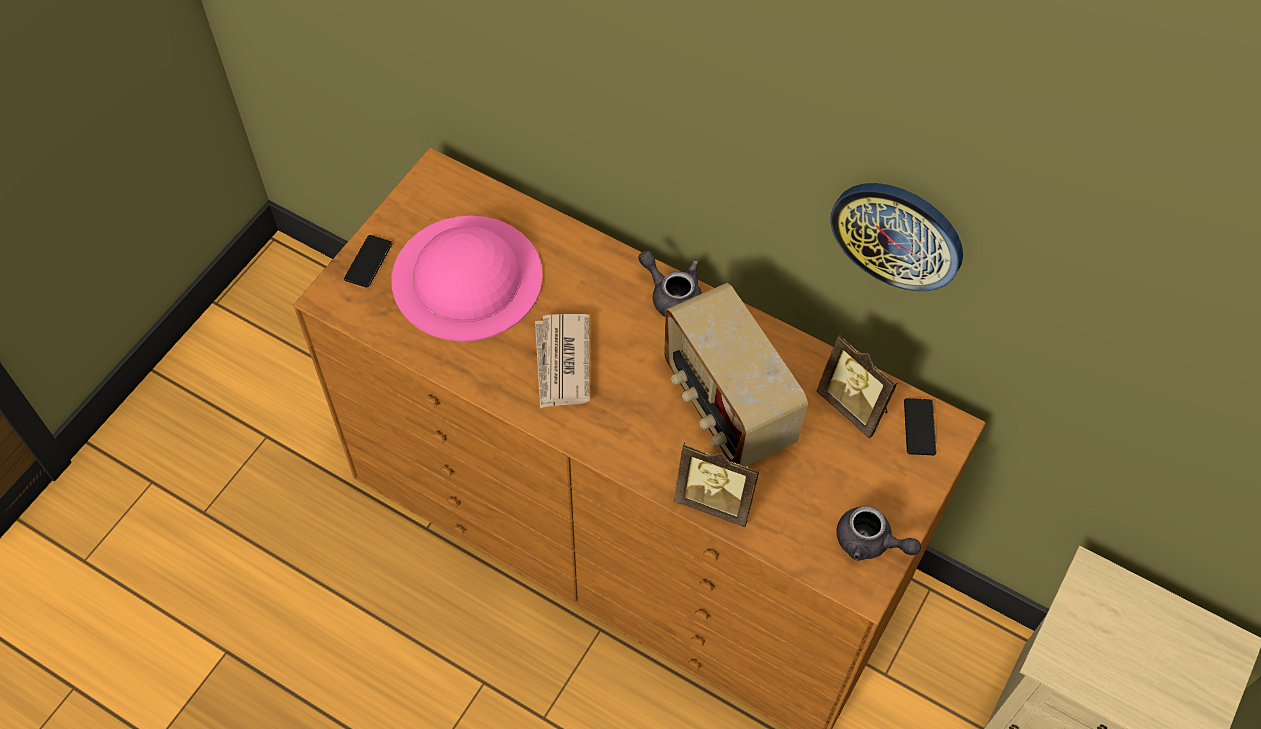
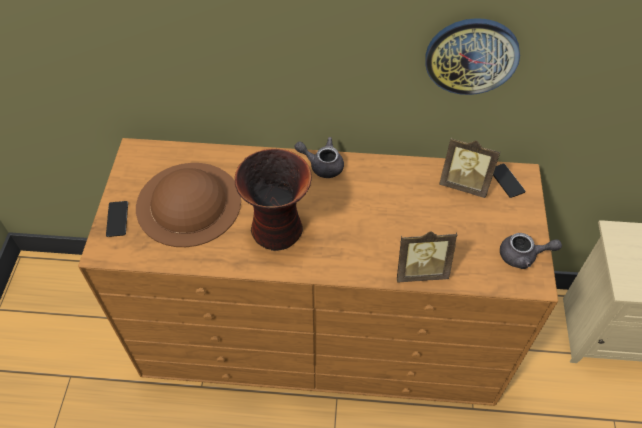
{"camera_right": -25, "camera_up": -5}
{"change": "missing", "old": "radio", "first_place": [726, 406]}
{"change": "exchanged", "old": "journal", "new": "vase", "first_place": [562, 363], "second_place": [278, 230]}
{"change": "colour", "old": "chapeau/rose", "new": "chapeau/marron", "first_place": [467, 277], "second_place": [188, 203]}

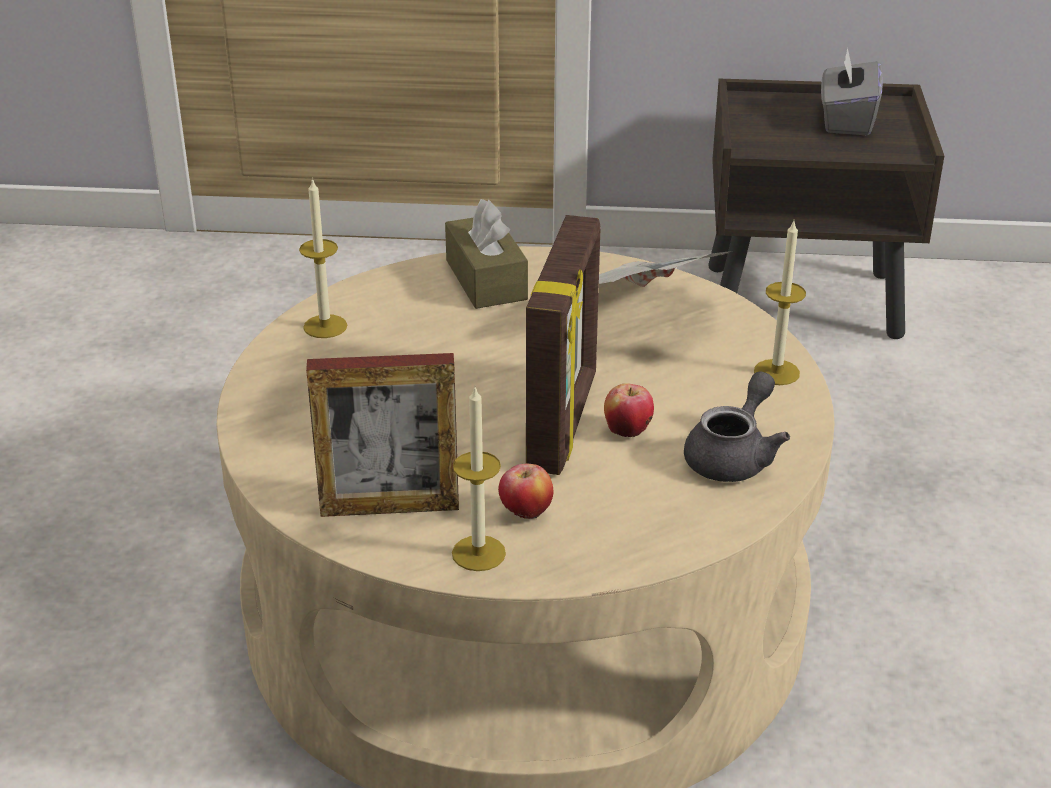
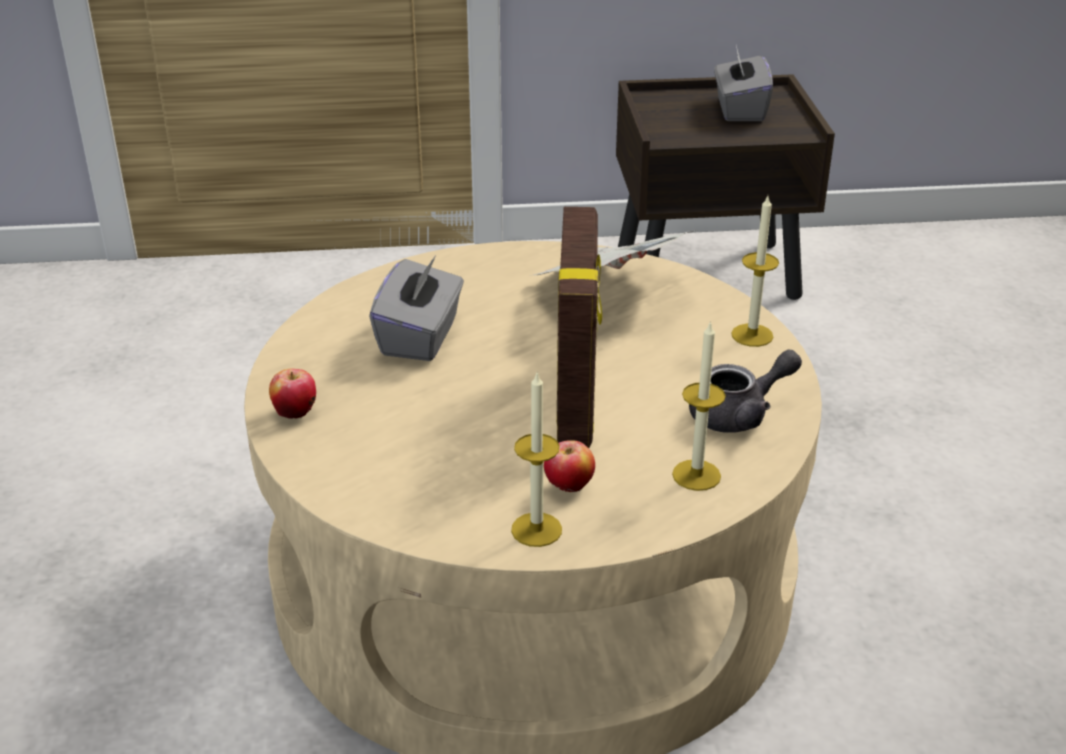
{"camera_right": -10, "camera_up": 0}
{"change": "missing", "old": "cadre photo", "first_place": [389, 507]}
{"change": "missing", "old": "boîte à mouchoirs/marron", "first_place": [486, 280]}
{"change": "appeared", "new": "boîte à mouchoirs/gris", "second_place": [420, 337]}
{"change": "relocated", "old": "bougie", "first_place": [325, 326], "second_place": [696, 475]}
{"change": "relocated", "old": "pomme", "first_place": [627, 431], "second_place": [295, 413]}
{"change": "spun", "old": "théière/gris", "first_place": [734, 456], "second_place": [739, 414], "degrees": 45}

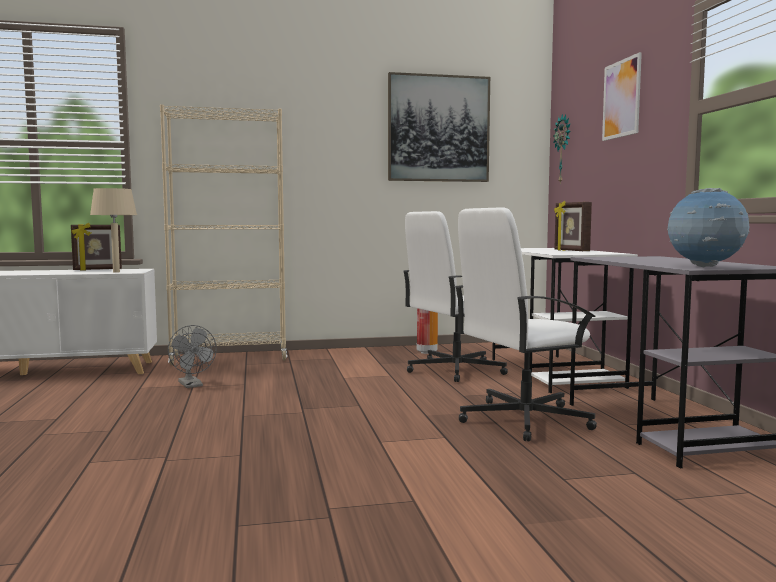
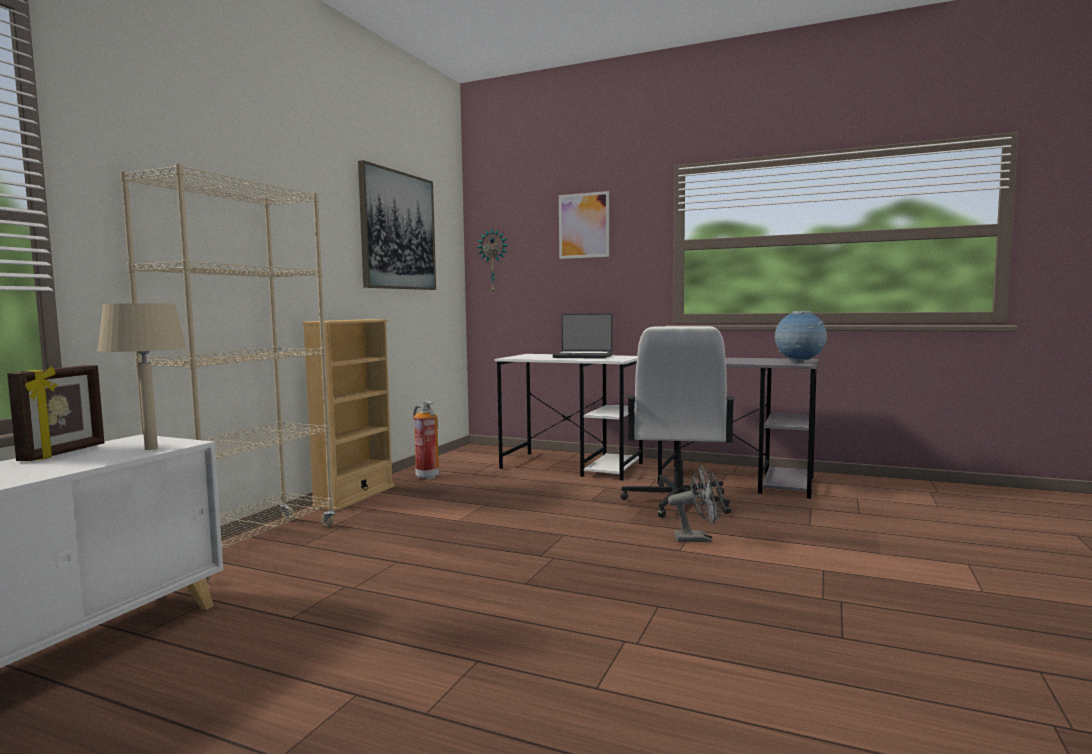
{"camera_right": -55, "camera_up": 0}
{"change": "missing", "old": "chaise de bureau/blanc", "first_place": [454, 370]}
{"change": "appeared", "new": "bibliothèque/beige", "second_place": [355, 496]}
{"change": "relocated", "old": "ventilateur/gris", "first_place": [192, 385], "second_place": [698, 539]}
{"change": "exchanged", "old": "cadre photo", "new": "ordinateur portable", "first_place": [570, 251], "second_place": [583, 356]}

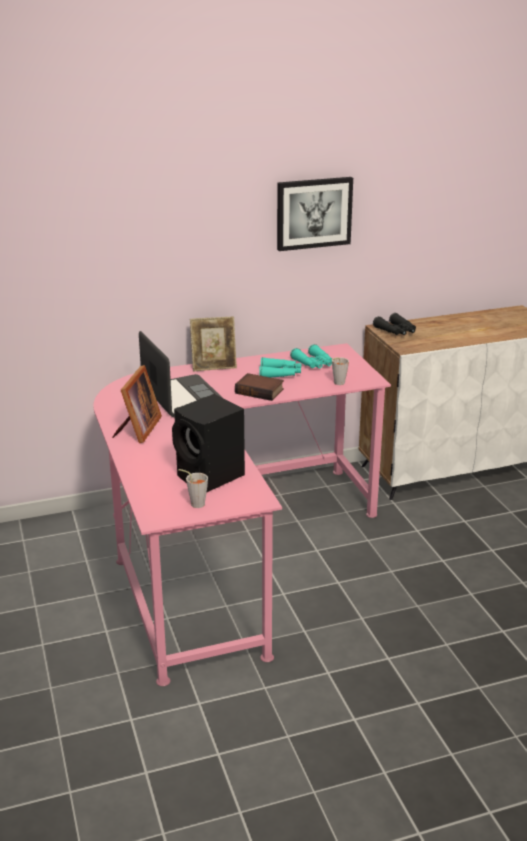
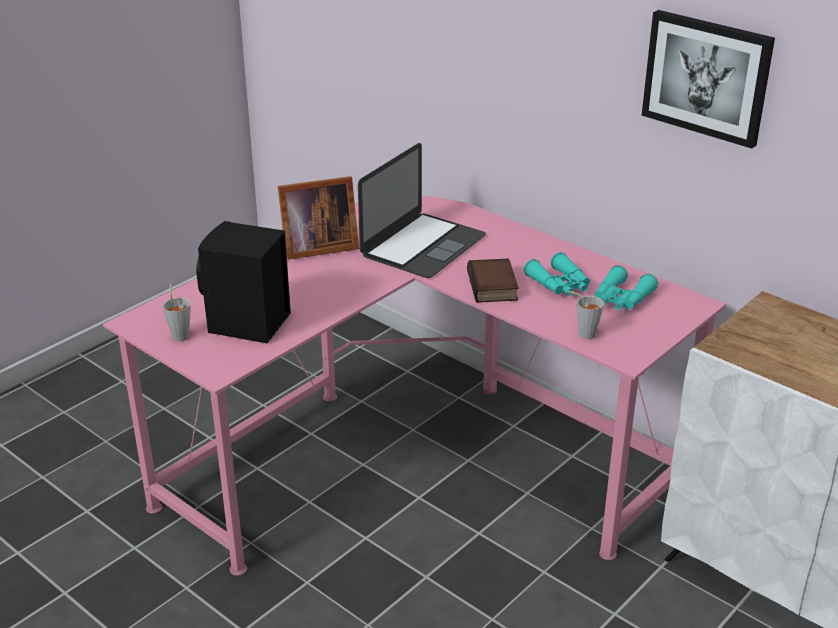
{"camera_right": 60, "camera_up": 5}
{"change": "missing", "old": "cadre photo", "first_place": [214, 366]}
{"change": "missing", "old": "jumelles/noir", "first_place": [396, 331]}

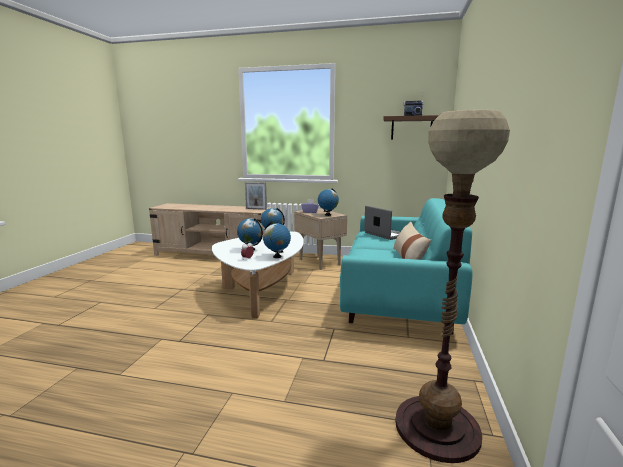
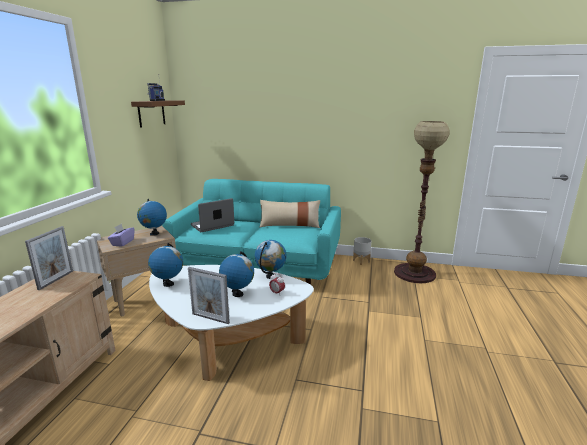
{"camera_right": -90, "camera_up": 5}
{"change": "appeared", "new": "cadre photo", "second_place": [210, 318]}
{"change": "appeared", "new": "cache-pot/gris", "second_place": [361, 261]}

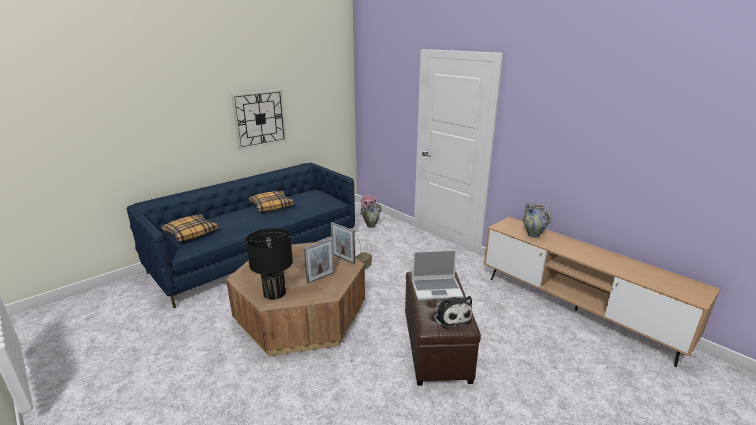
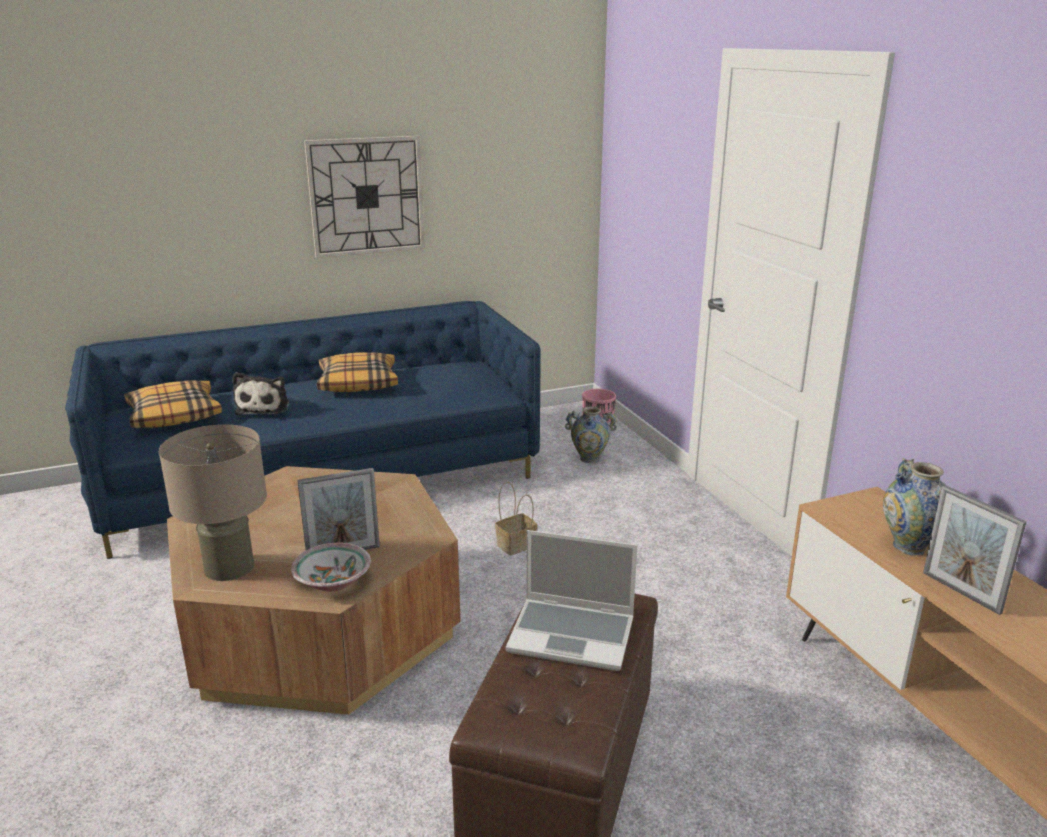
{"camera_right": 20, "camera_up": 0}
{"change": "appeared", "new": "bol", "second_place": [332, 582]}
{"change": "relocated", "old": "cadre photo", "first_place": [343, 258], "second_place": [961, 592]}
{"change": "relocated", "old": "peluche", "first_place": [451, 317], "second_place": [264, 407]}
{"change": "colour", "old": "lampe de table/noir", "new": "lampe de table/beige", "first_place": [274, 293], "second_place": [229, 567]}

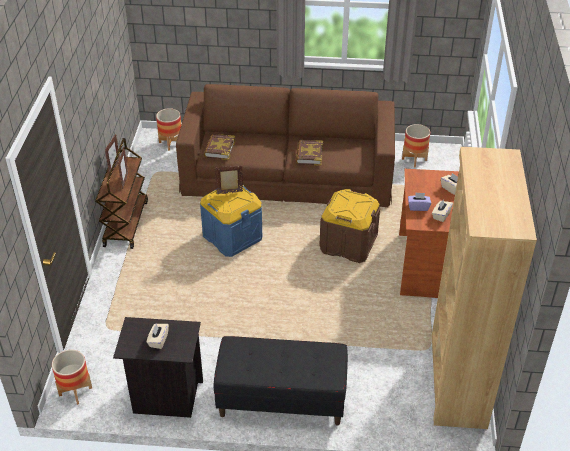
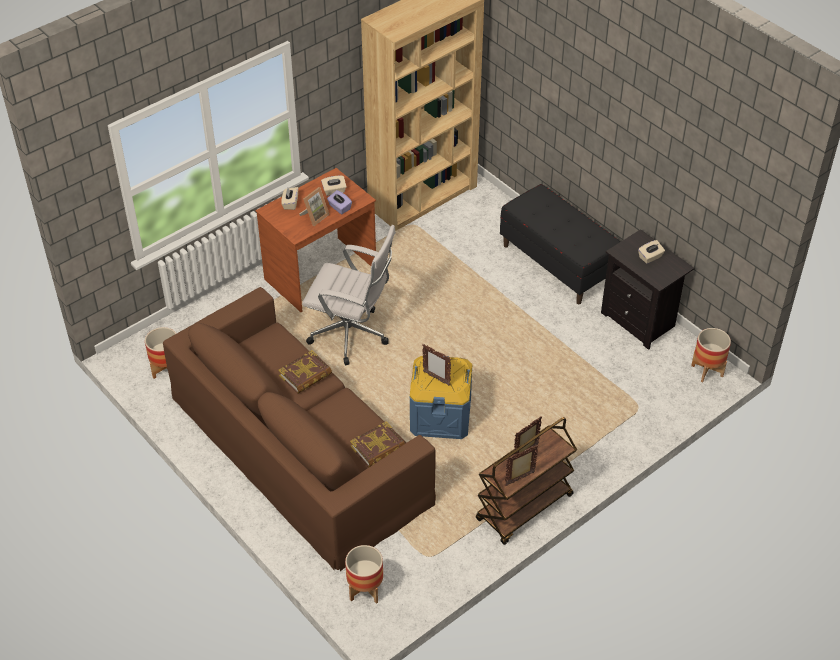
{"camera_right": -135, "camera_up": 5}
{"change": "appeared", "new": "cadre photo", "second_place": [314, 216]}
{"change": "exchanged", "old": "boîte de rangement/marron", "new": "chaise de bureau/blanc", "first_place": [348, 243], "second_place": [352, 335]}

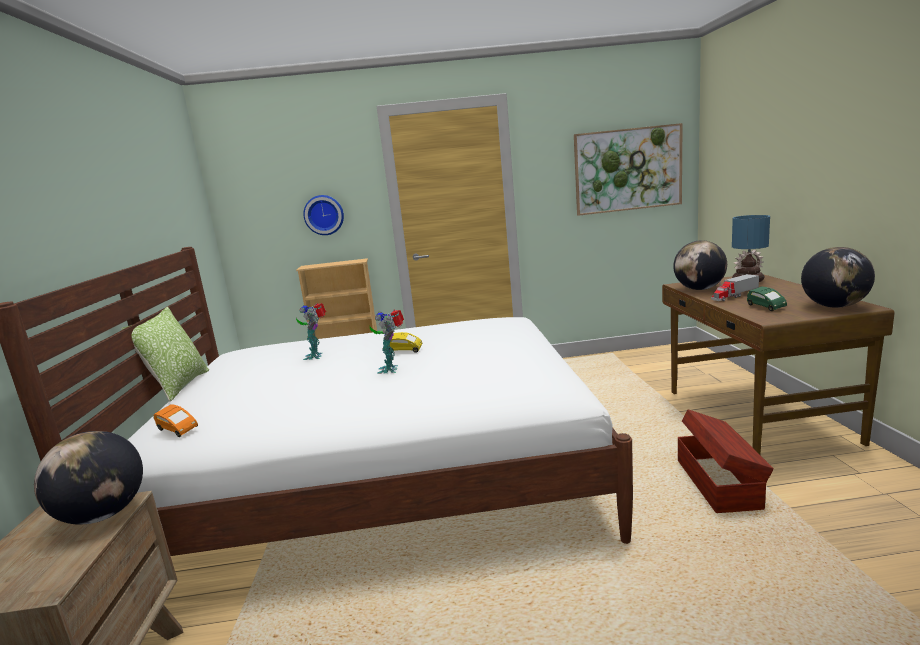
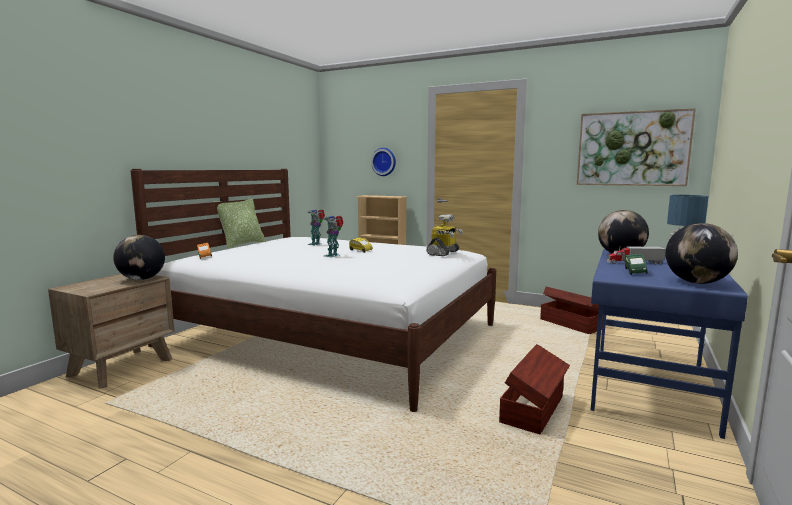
{"camera_right": 30, "camera_up": -5}
{"change": "appeared", "new": "robot jouet", "second_place": [443, 253]}
{"change": "appeared", "new": "boîte de rangement/marron", "second_place": [570, 324]}
{"change": "colour", "old": "bureau/marron", "new": "bureau/bleu", "first_place": [756, 416], "second_place": [648, 386]}

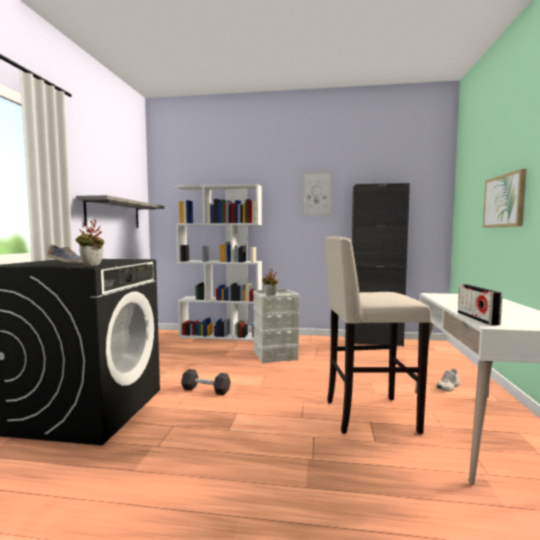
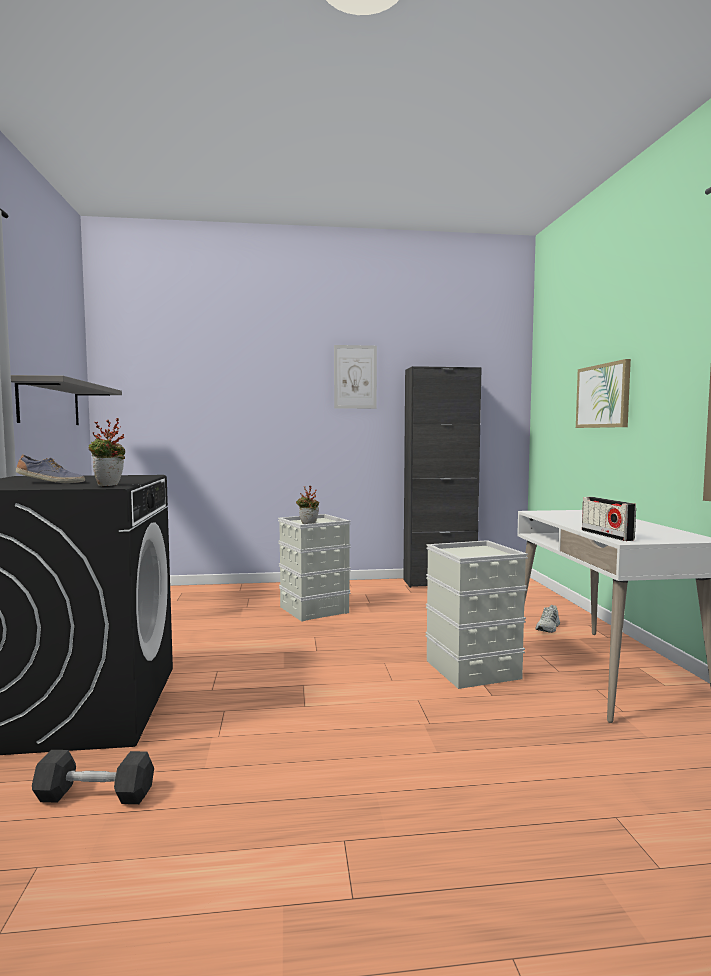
{"camera_right": -15, "camera_up": 0}
{"change": "missing", "old": "bibliothèque/blanc", "first_place": [221, 336]}
{"change": "relocated", "old": "haltère/noir", "first_place": [206, 390], "second_place": [95, 795]}
{"change": "exchanged", "old": "tabouret/beige", "new": "boîte de rangement/gris", "first_place": [368, 416], "second_place": [471, 669]}

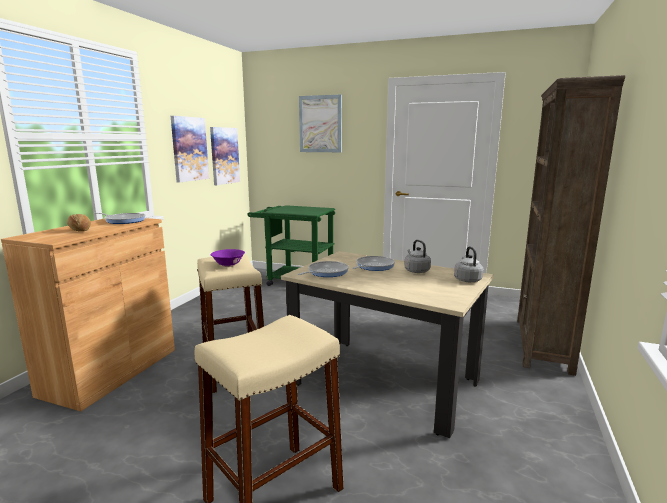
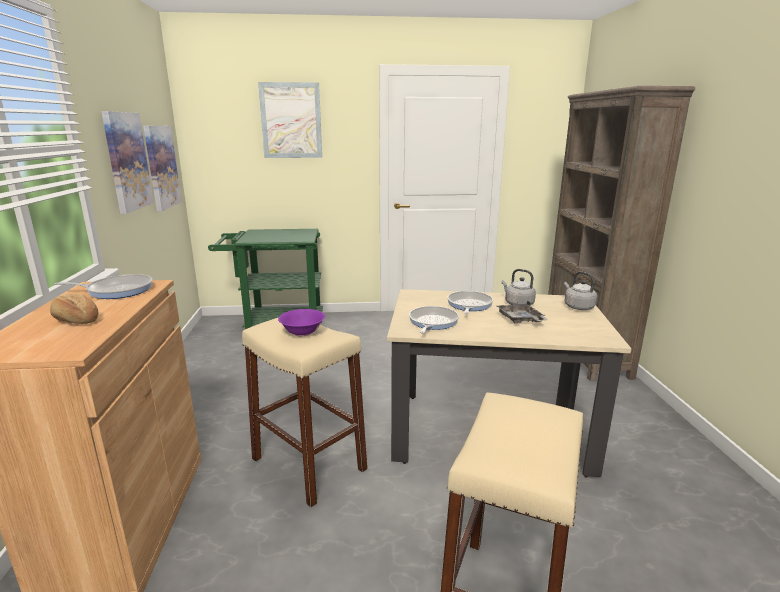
{"camera_right": -25, "camera_up": 5}
{"change": "appeared", "new": "plateau/gris", "second_place": [520, 320]}

